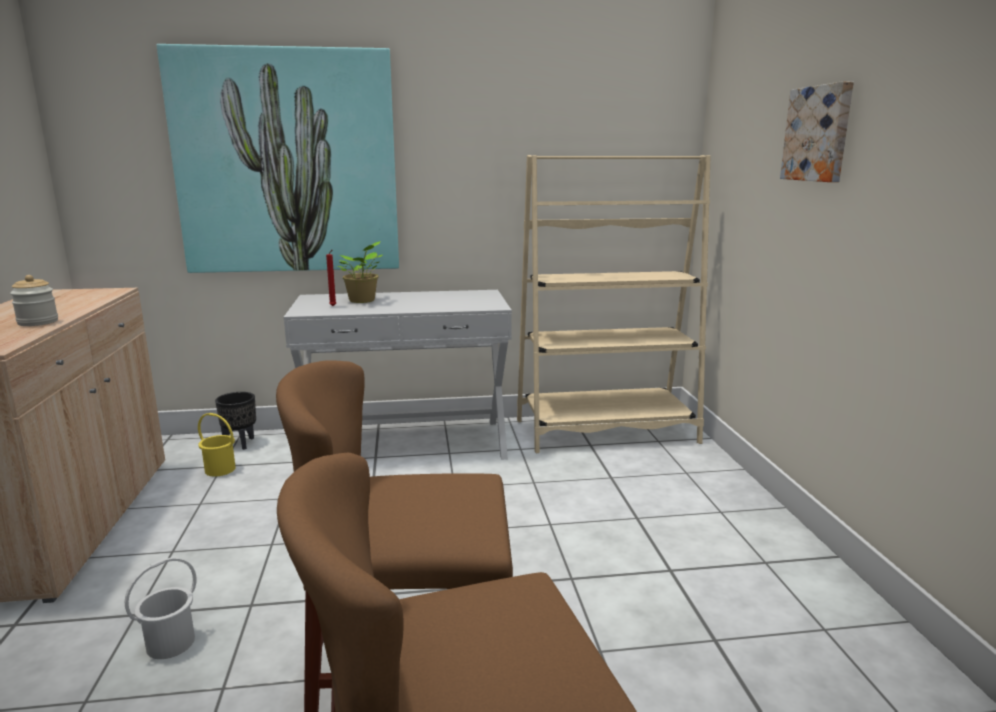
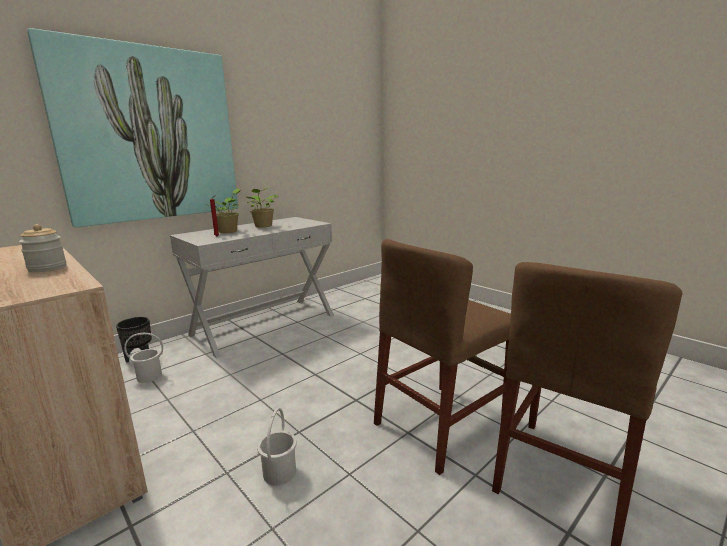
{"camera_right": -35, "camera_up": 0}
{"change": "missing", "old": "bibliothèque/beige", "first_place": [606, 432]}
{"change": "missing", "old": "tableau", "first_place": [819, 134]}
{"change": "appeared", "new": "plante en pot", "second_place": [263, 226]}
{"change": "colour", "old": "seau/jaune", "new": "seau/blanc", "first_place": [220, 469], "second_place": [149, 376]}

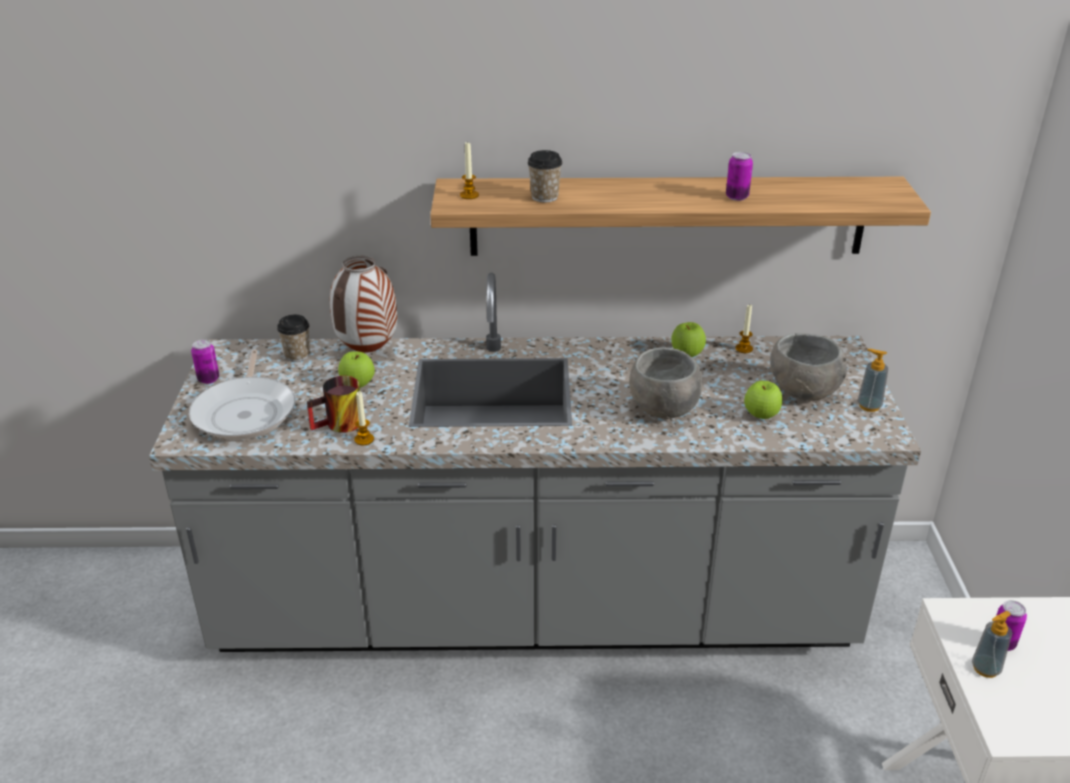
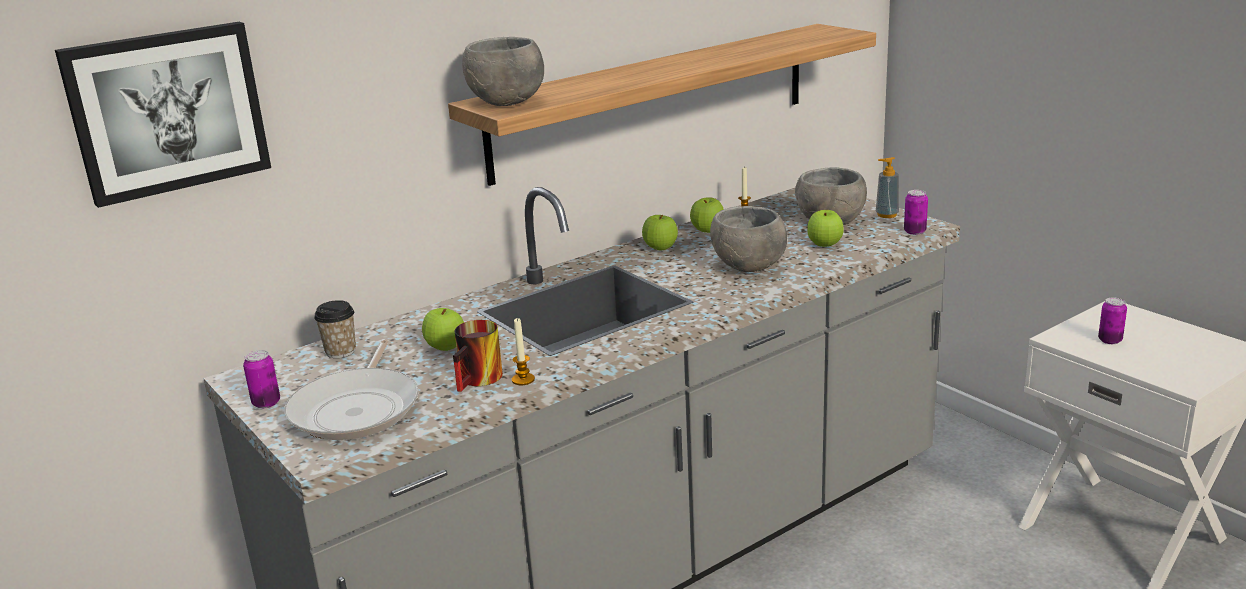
{"camera_right": -35, "camera_up": -10}
{"change": "missing", "old": "vase", "first_place": [368, 352]}
{"change": "missing", "old": "tasse", "first_place": [544, 197]}
{"change": "missing", "old": "distributeur de savon", "first_place": [985, 668]}
{"change": "appeared", "new": "tableau", "second_place": [167, 111]}
{"change": "appeared", "new": "pomme", "second_place": [660, 248]}
{"change": "relocated", "old": "boîte métallique", "first_place": [737, 197], "second_place": [914, 232]}
{"change": "exchanged", "old": "bougie", "new": "bol/gris", "first_place": [469, 195], "second_place": [507, 103]}
{"change": "spun", "old": "poêle", "first_place": [246, 412], "second_place": [358, 409], "degrees": 45}

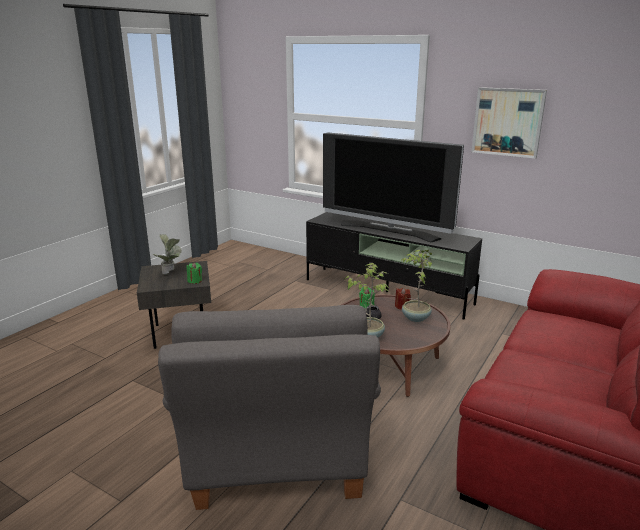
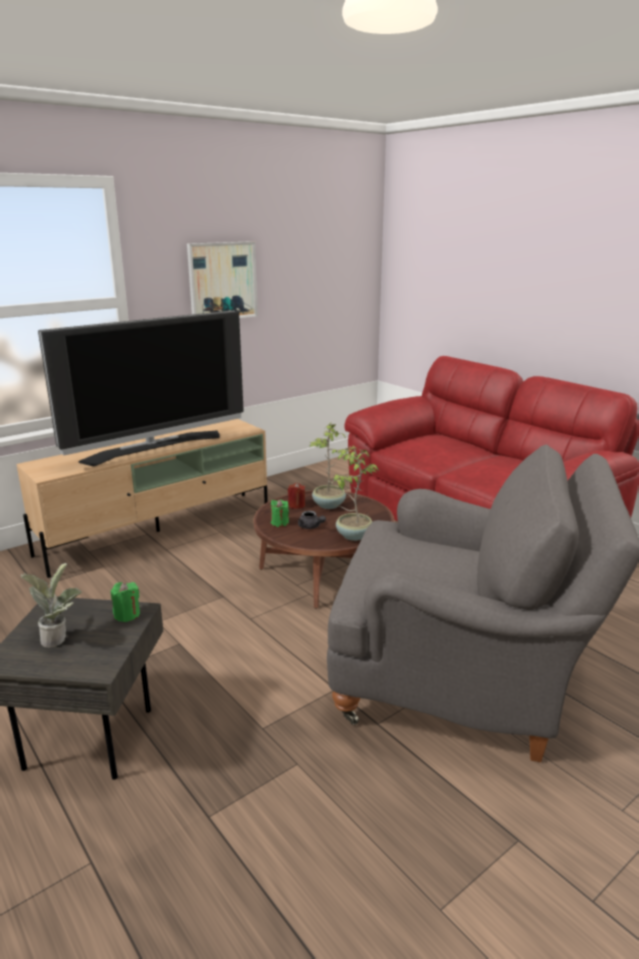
{"camera_right": -70, "camera_up": 0}
{"change": "colour", "old": "meuble télé/noir", "new": "meuble télé/beige", "first_place": [387, 292], "second_place": [159, 530]}

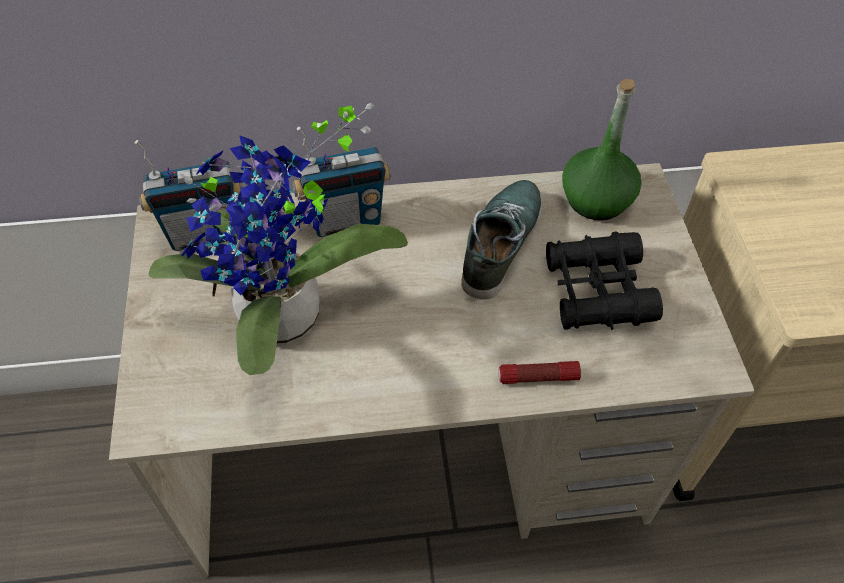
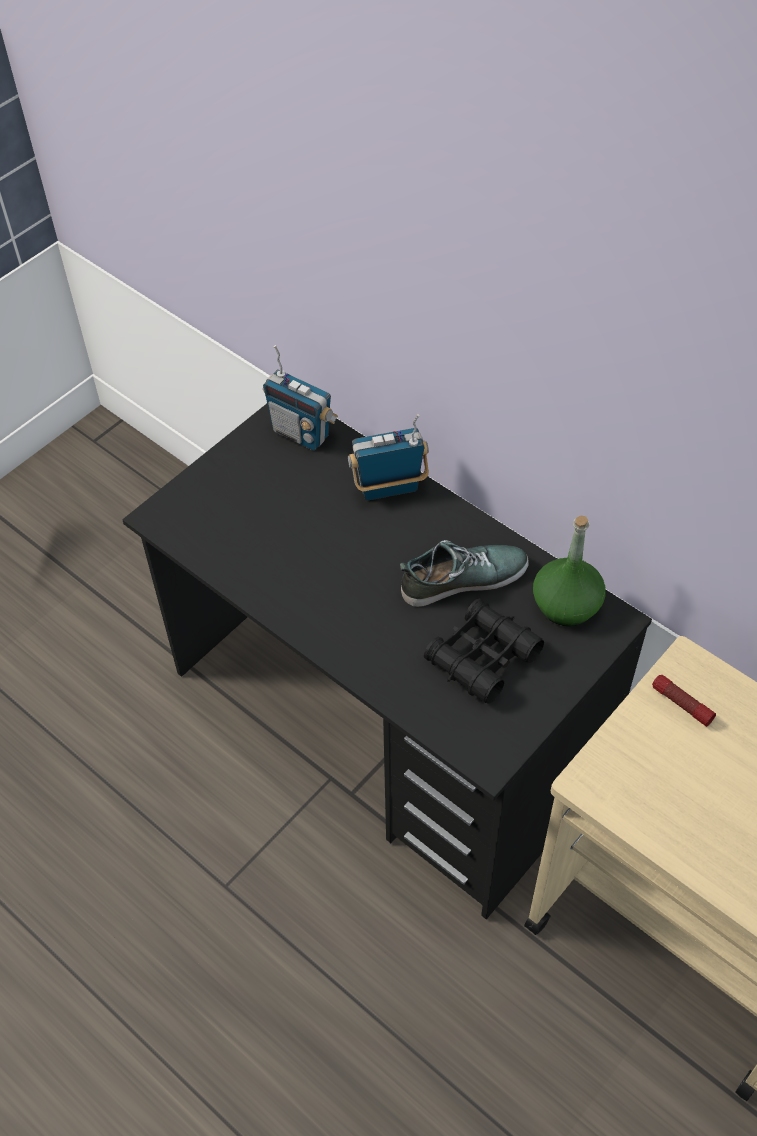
{"camera_right": 50, "camera_up": 0}
{"change": "missing", "old": "plante en pot", "first_place": [284, 326]}
{"change": "relocated", "old": "lampe de poche", "first_place": [538, 378], "second_place": [681, 704]}
{"change": "colour", "old": "bureau/beige", "new": "bureau/noir", "first_place": [419, 454], "second_place": [385, 725]}
{"change": "spun", "old": "radio", "first_place": [345, 220], "second_place": [389, 488], "degrees": 135}

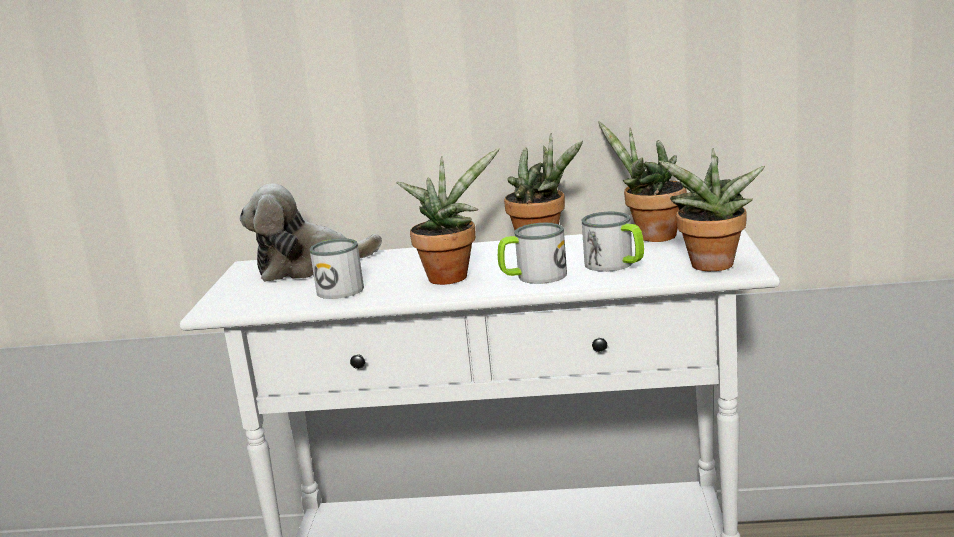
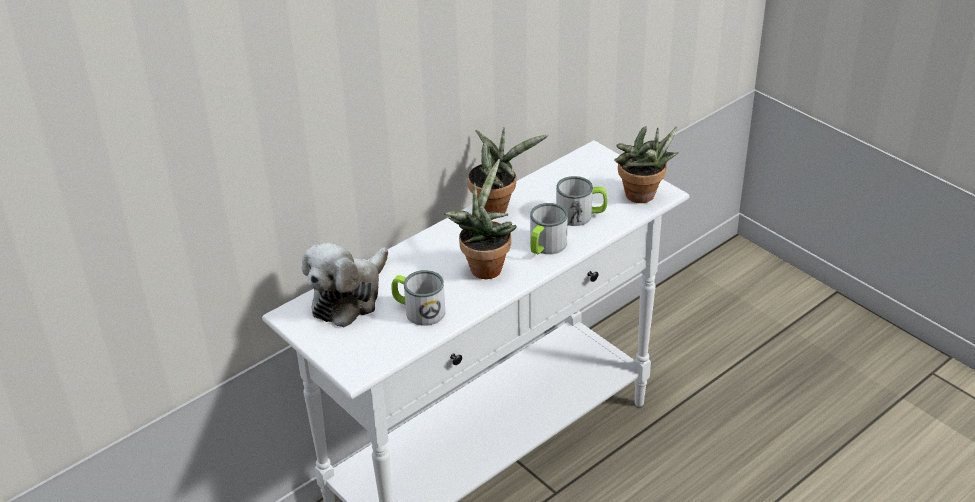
{"camera_right": -45, "camera_up": 20}
{"change": "missing", "old": "plante en pot", "first_place": [651, 236]}

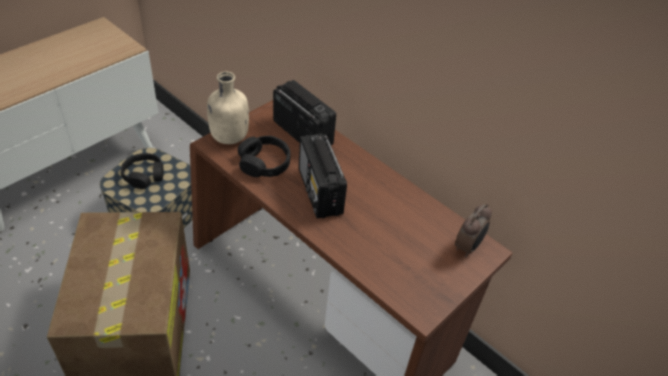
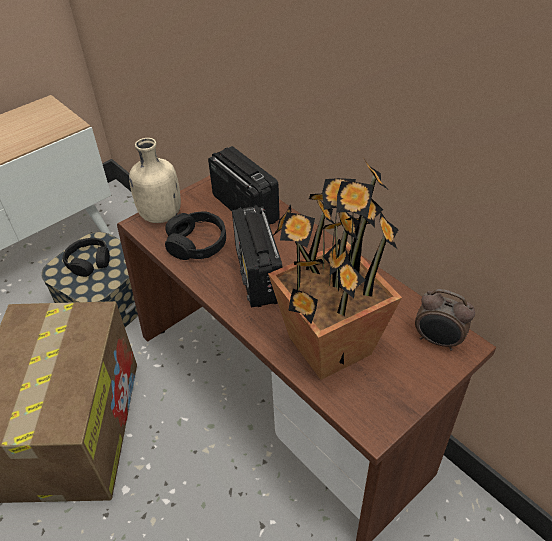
{"camera_right": 10, "camera_up": 0}
{"change": "appeared", "new": "plante en pot", "second_place": [328, 345]}
{"change": "spun", "old": "réveil", "first_place": [468, 247], "second_place": [437, 341], "degrees": 75}

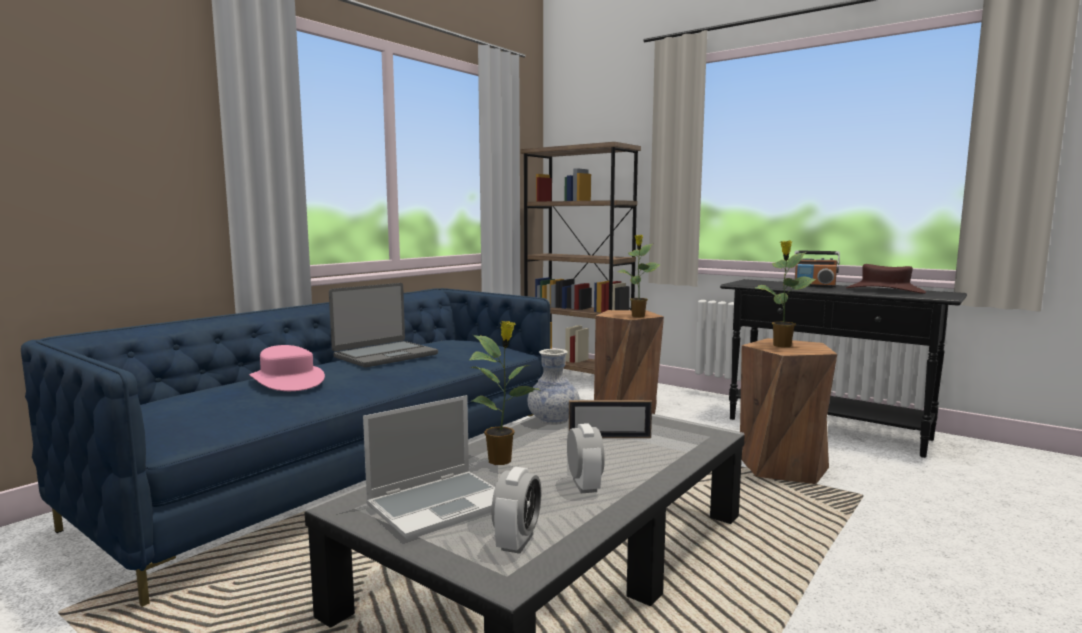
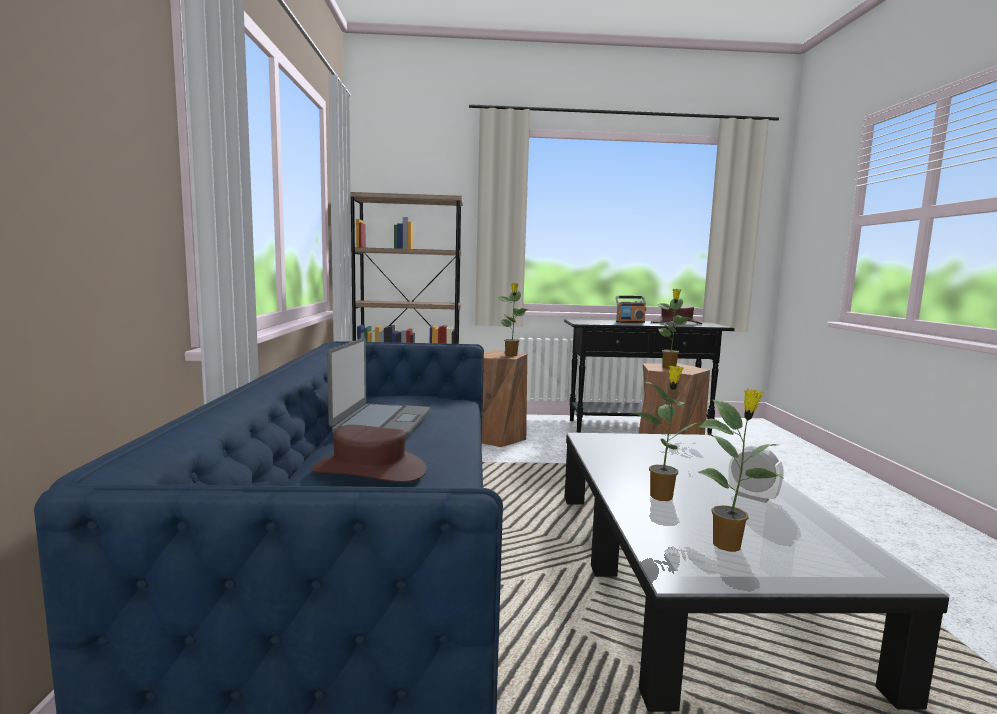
{"camera_right": -40, "camera_up": 0}
{"change": "missing", "old": "réveil", "first_place": [517, 542]}
{"change": "missing", "old": "vase", "first_place": [553, 420]}
{"change": "missing", "old": "cadre photo", "first_place": [609, 437]}
{"change": "exchanged", "old": "ordinateur portable", "new": "plante en pot", "first_place": [440, 505], "second_place": [728, 545]}
{"change": "colour", "old": "chapeau/rose", "new": "chapeau/marron", "first_place": [287, 380], "second_place": [369, 470]}

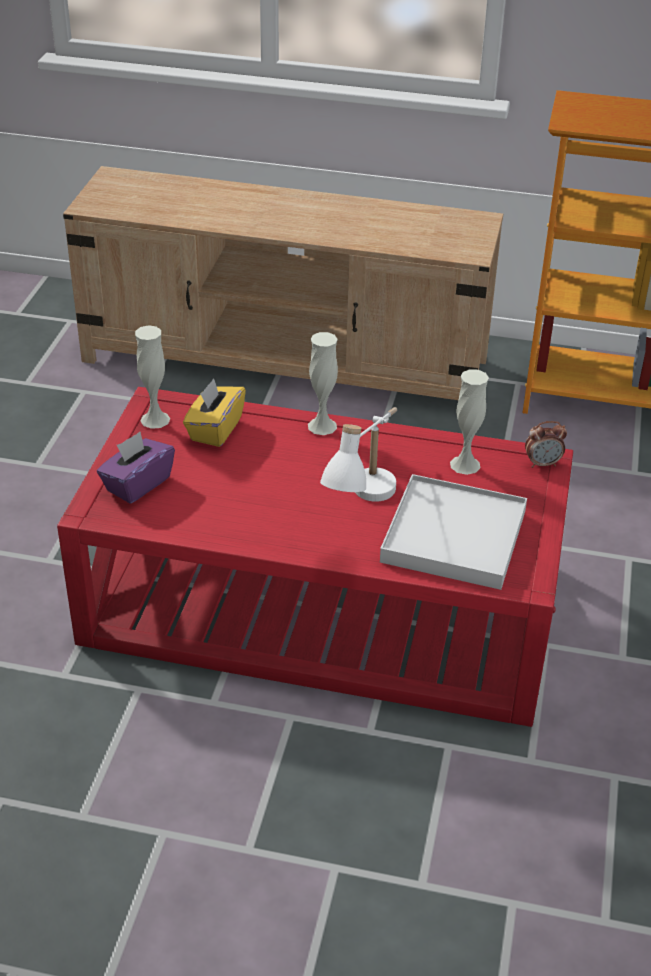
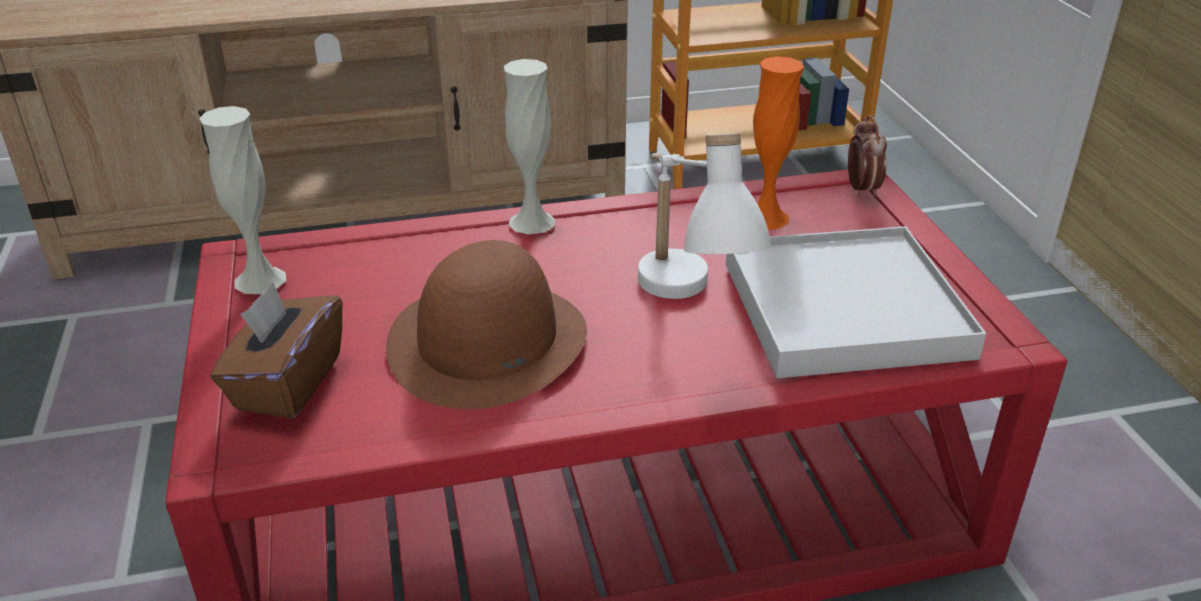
{"camera_right": -25, "camera_up": -5}
{"change": "missing", "old": "boîte à mouchoirs/jaune", "first_place": [215, 429]}
{"change": "appeared", "new": "chapeau/marron", "second_place": [488, 342]}
{"change": "colour", "old": "boîte à mouchoirs/violet", "new": "boîte à mouchoirs/marron", "first_place": [137, 484], "second_place": [287, 383]}
{"change": "colour", "old": "vase/blanc", "new": "vase/orange", "first_place": [465, 464], "second_place": [766, 217]}
{"change": "spun", "old": "réveil", "first_place": [542, 463], "second_place": [861, 189], "degrees": -60}

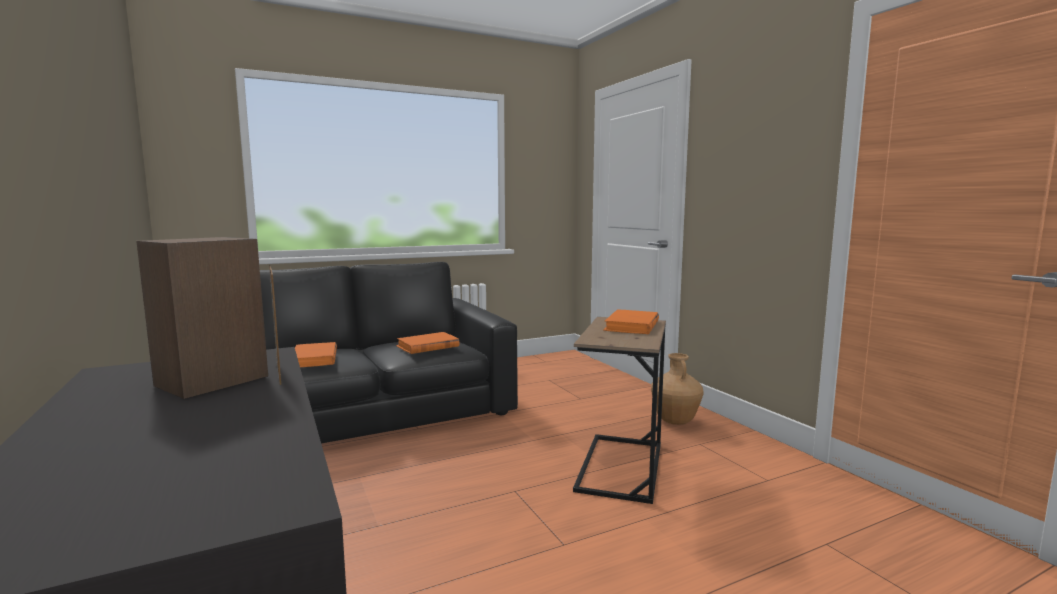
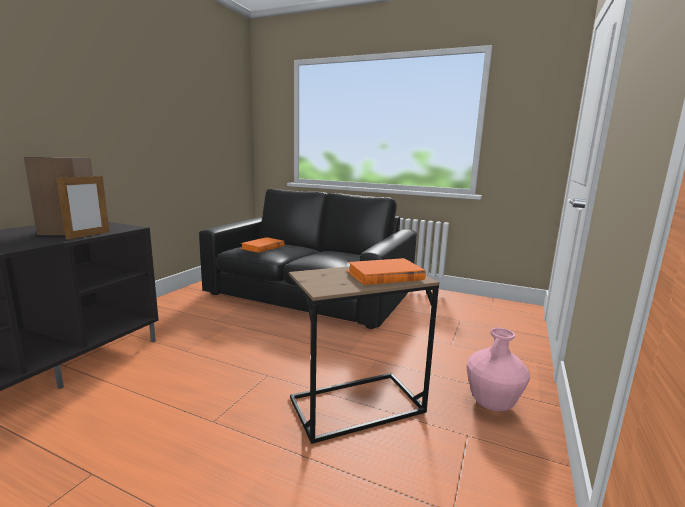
{"camera_right": 50, "camera_up": 5}
{"change": "missing", "old": "livre/orange", "first_place": [427, 346]}
{"change": "colour", "old": "vase/marron", "new": "vase/rose", "first_place": [675, 422], "second_place": [492, 404]}

